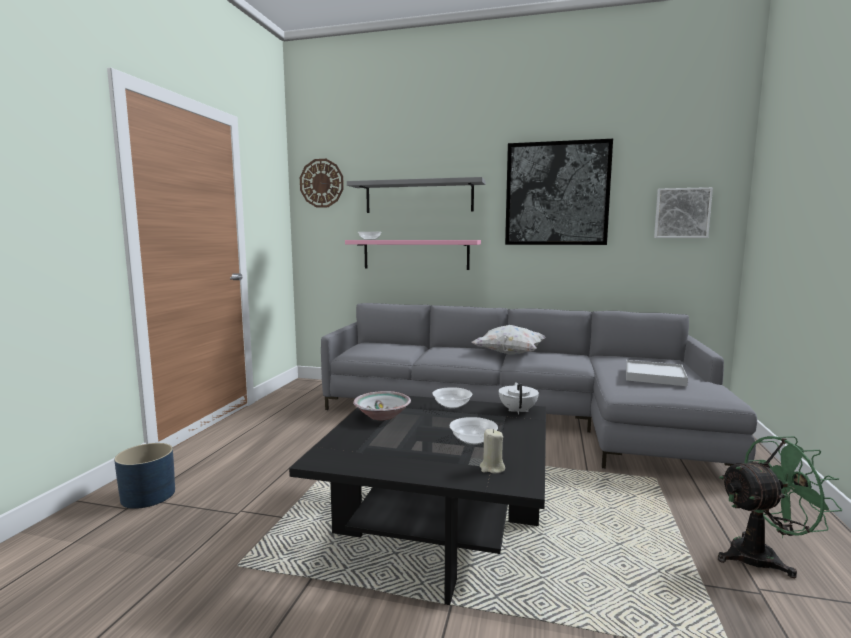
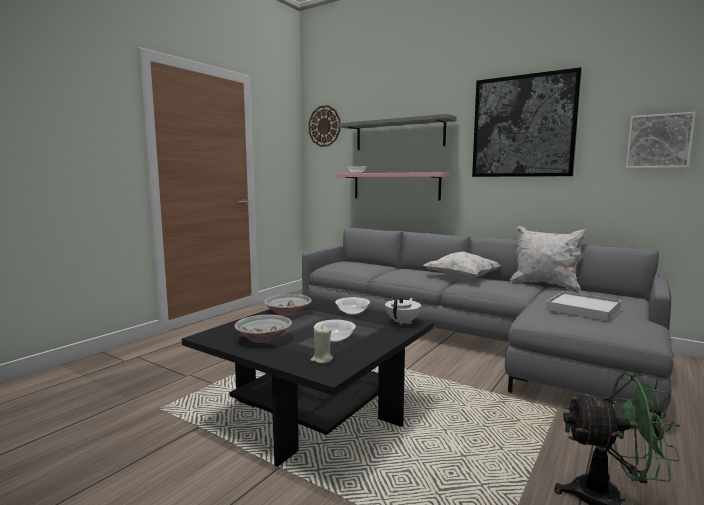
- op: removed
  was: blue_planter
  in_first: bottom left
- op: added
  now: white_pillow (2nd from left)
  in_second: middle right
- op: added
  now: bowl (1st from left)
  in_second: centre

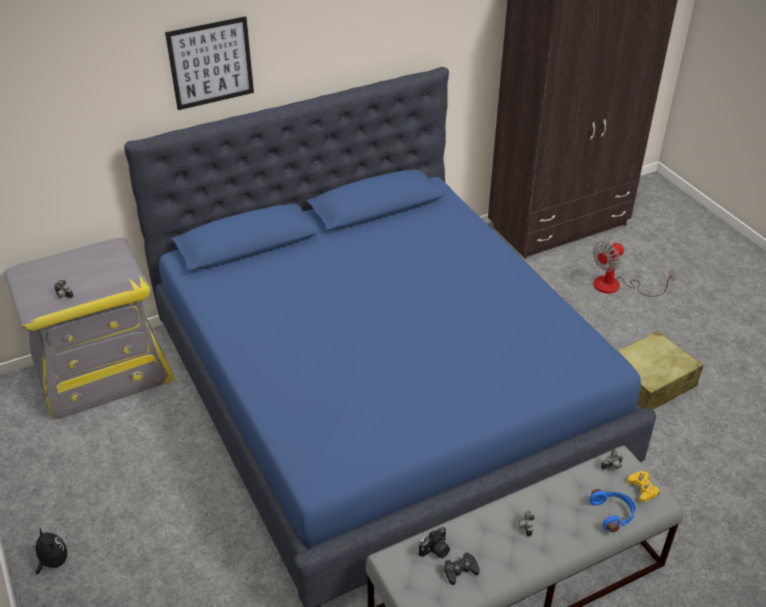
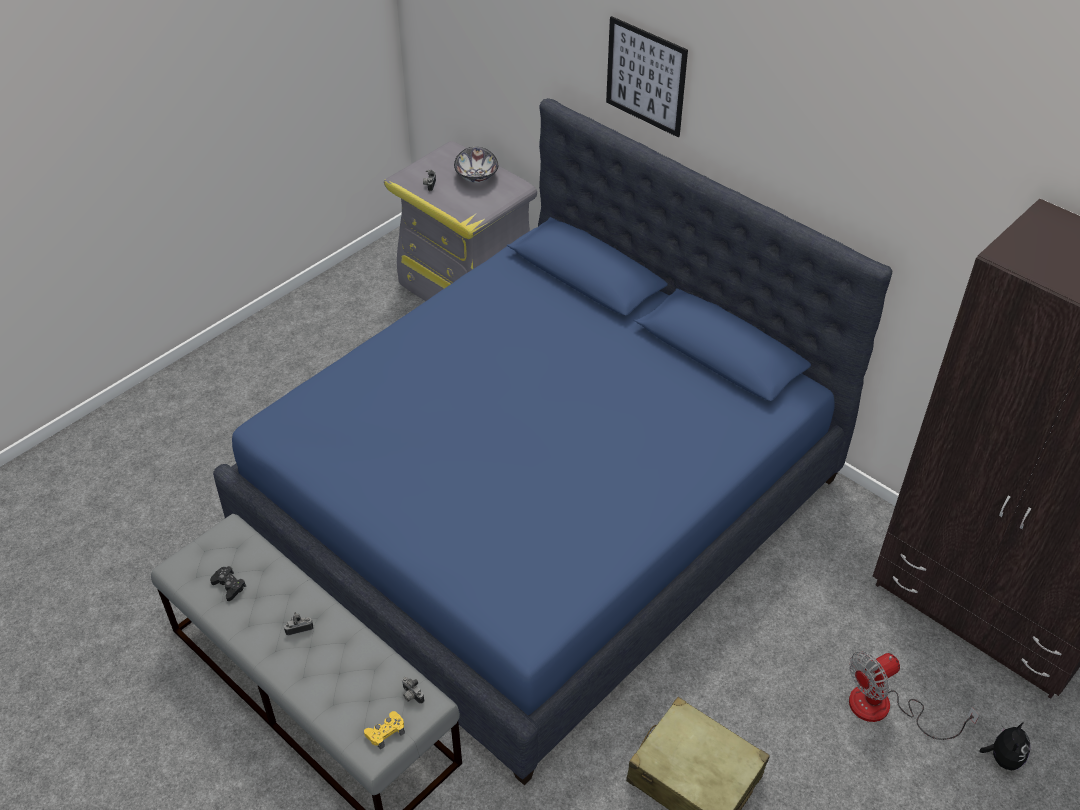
- op: turned
  was: fan
  in_first: middle right
  in_second: bottom right
  clockwise: -60
- op: removed
  was: blue_headphones
  in_first: bottom right
- op: removed
  was: photo_camera (2nd from left)
  in_first: bottom centre
- op: moved
  was: plush_toy
  in_first: bottom left
  in_second: bottom right
- op: added
  now: bowl
  in_second: top centre

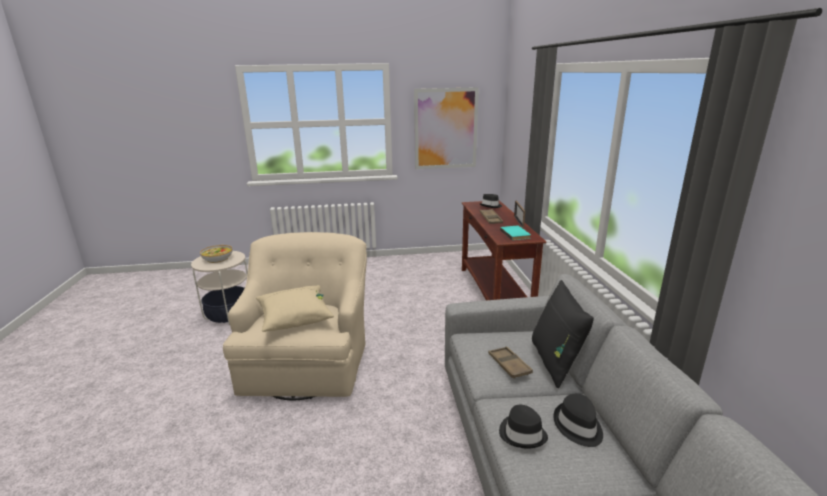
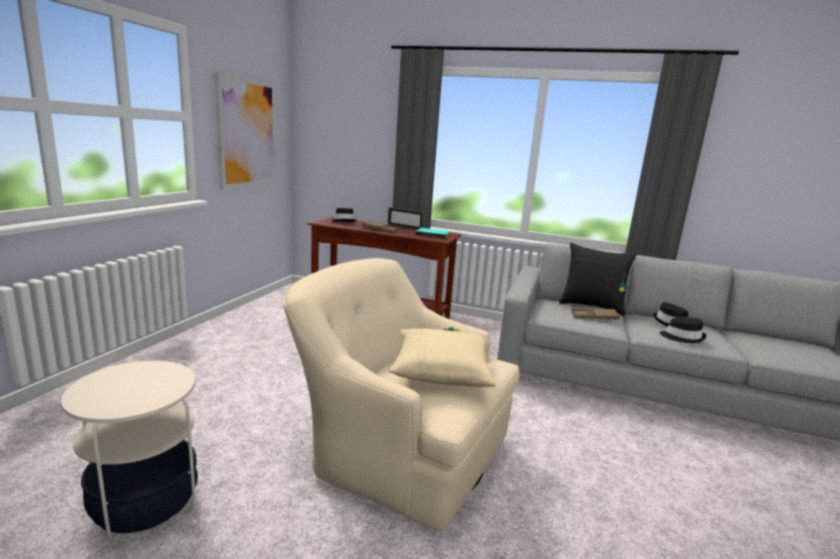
- op: removed
  was: bowl
  in_first: middle left

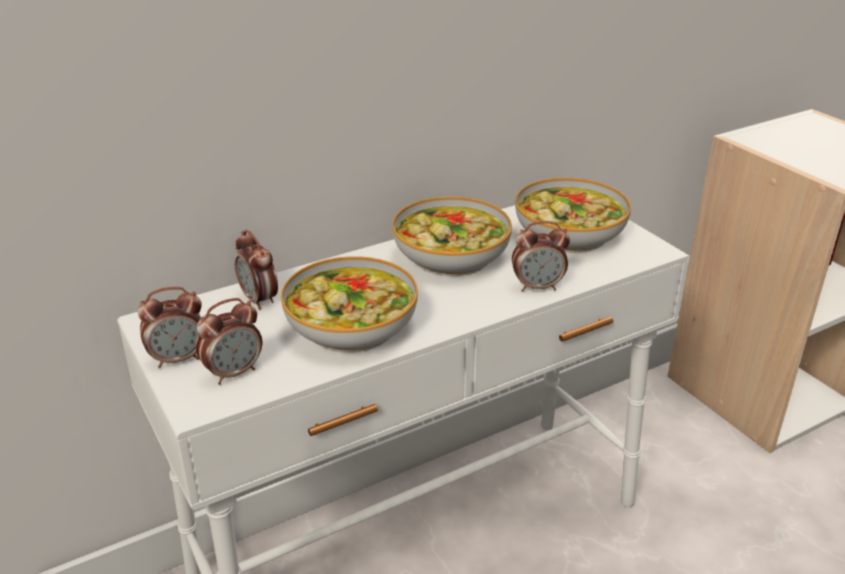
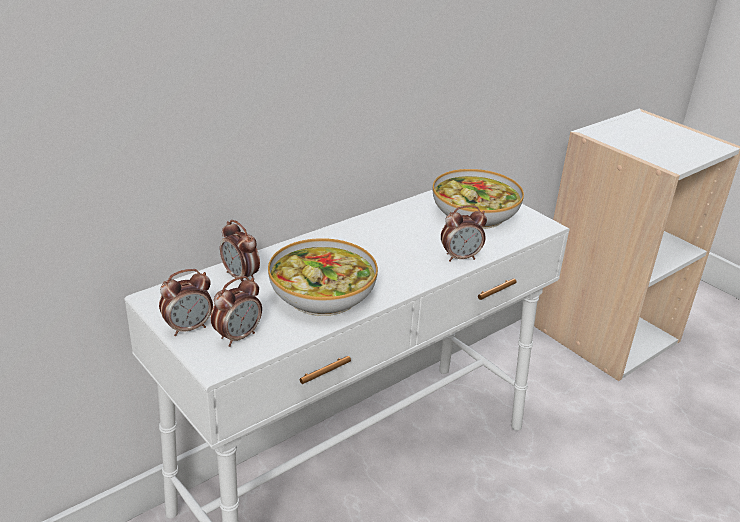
- op: removed
  was: bowl (2nd from left)
  in_first: centre

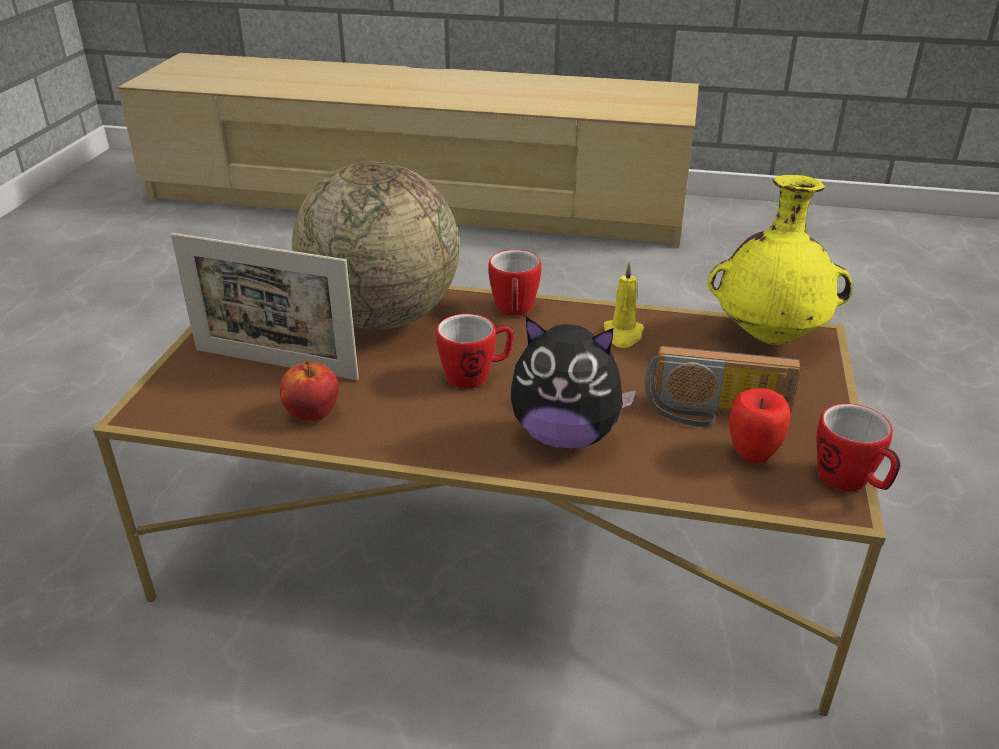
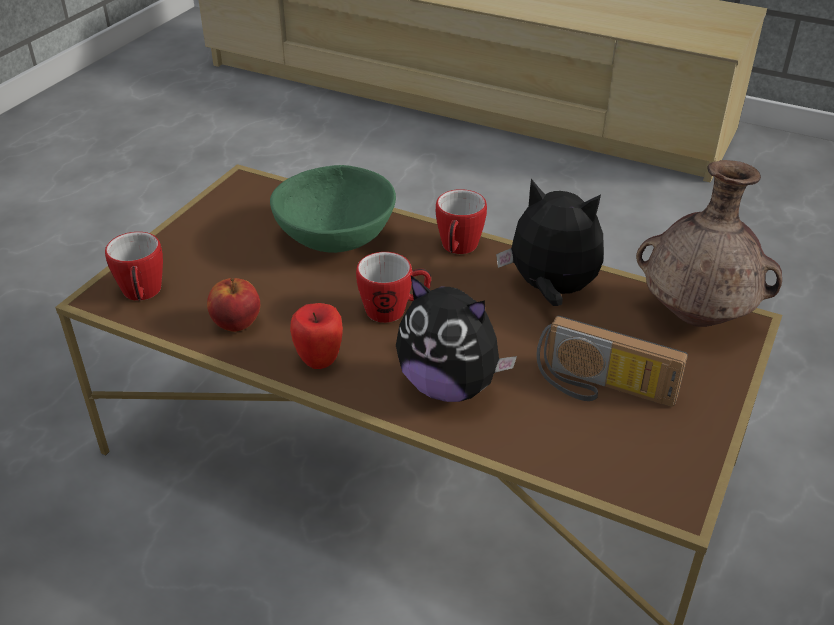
- op: replaced
  was: globe
  now: green_bowl
  in_first: top centre
  in_second: centre
- op: recoloured
  was: yellow_vase
  now: brown_vase
  in_first: middle right
  in_second: middle right
- op: removed
  was: picture_frame
  in_first: middle left
- op: replaced
  was: yellow_candle
  now: plush_toy (2nd from left)
  in_first: centre
  in_second: centre
- op: moved
  was: apple (2nd from left)
  in_first: middle right
  in_second: centre
- op: moved
  was: mug (3rd from left in the first image)
  now: mug (1st from left)
  in_first: middle right
  in_second: middle left

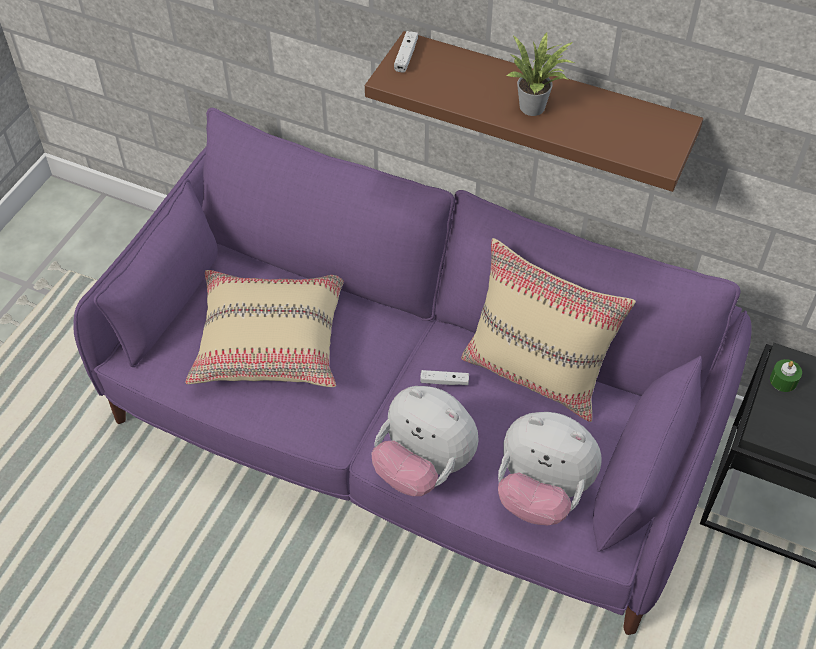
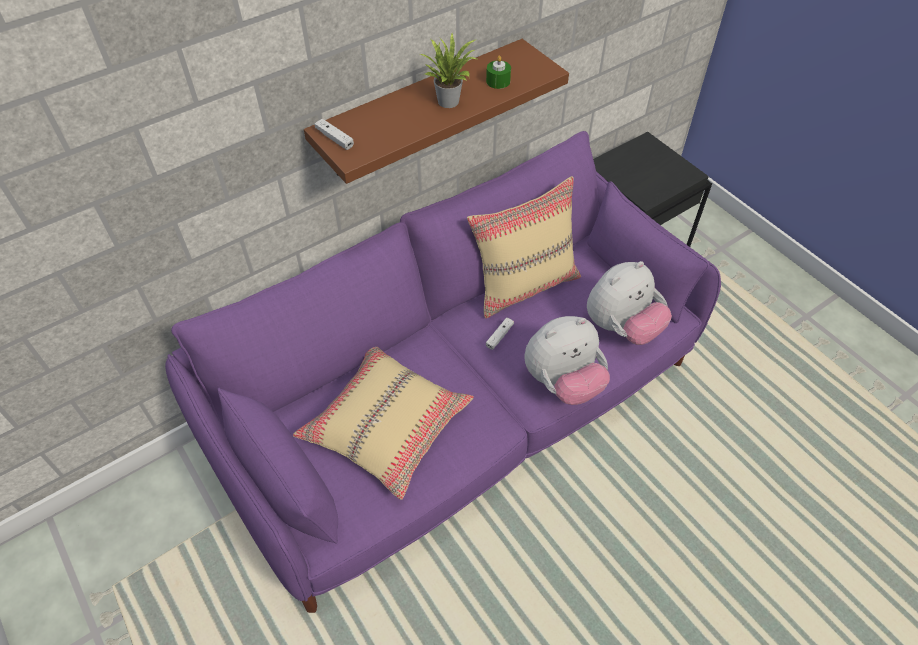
- op: moved
  was: green_candle
  in_first: middle right
  in_second: top centre

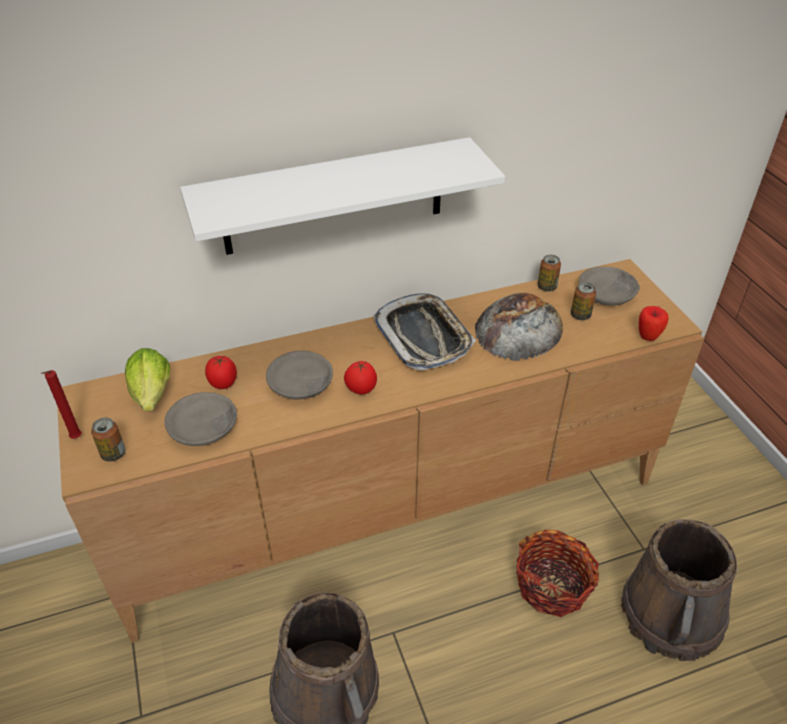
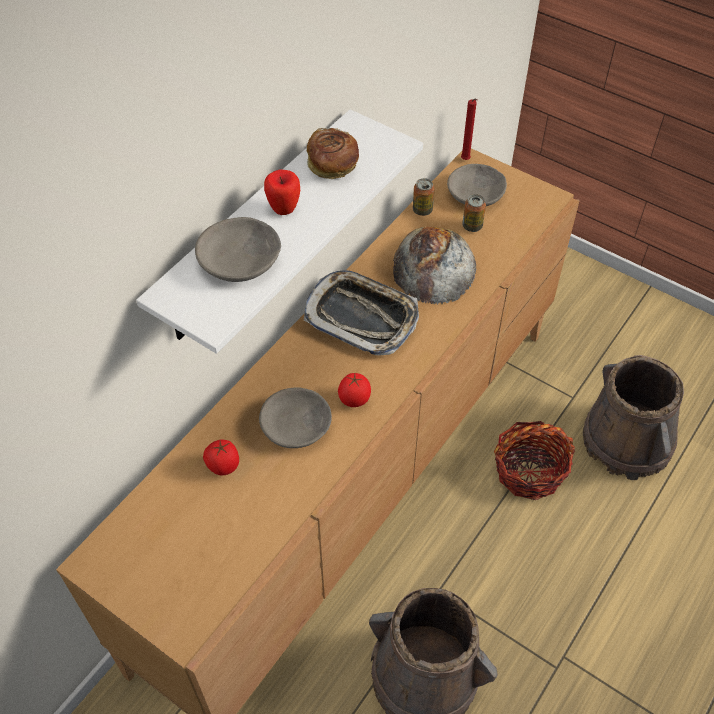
- op: moved
  was: apple
  in_first: middle right
  in_second: top centre
- op: removed
  was: lettuce
  in_first: middle left
- op: moved
  was: red_candle
  in_first: middle left
  in_second: top centre
- op: moved
  was: grey_bowl (1st from left)
  in_first: middle left
  in_second: centre
- op: removed
  was: can (1st from left)
  in_first: middle left
- op: added
  now: bread (1st from left)
  in_second: top centre

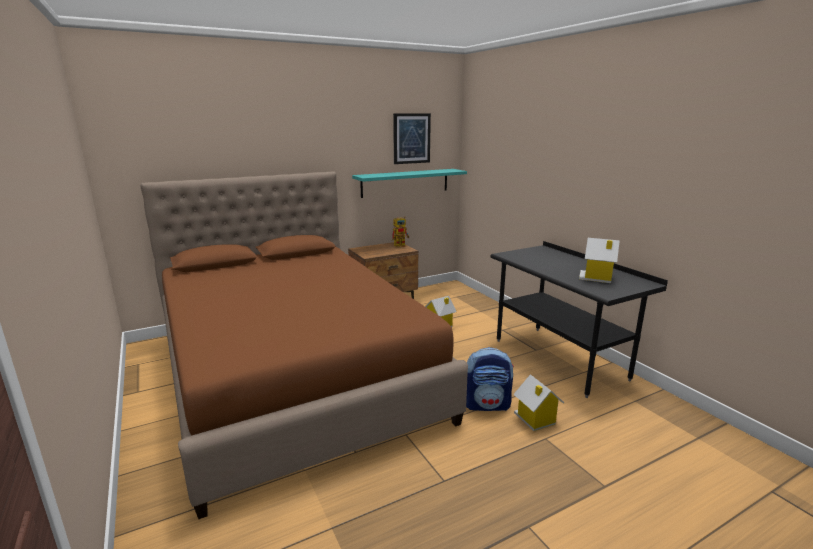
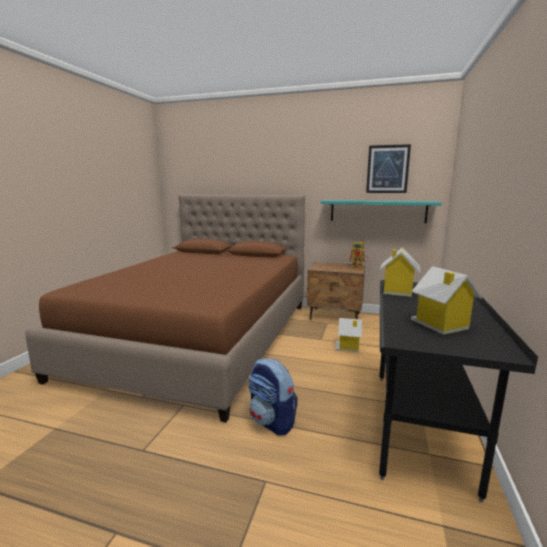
- op: moved
  was: toy_house (2nd from left)
  in_first: bottom centre
  in_second: middle right

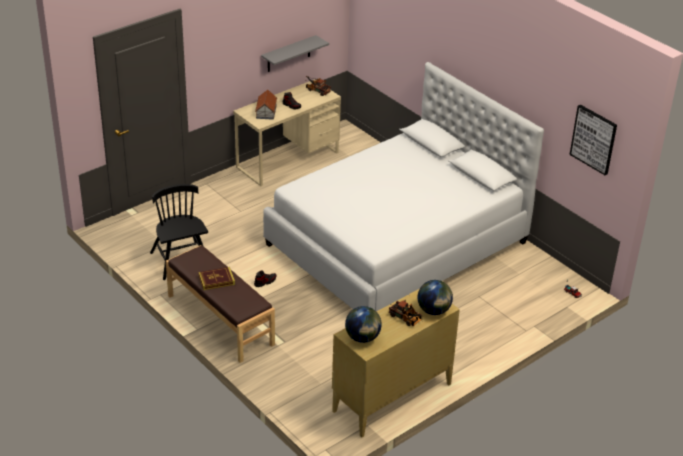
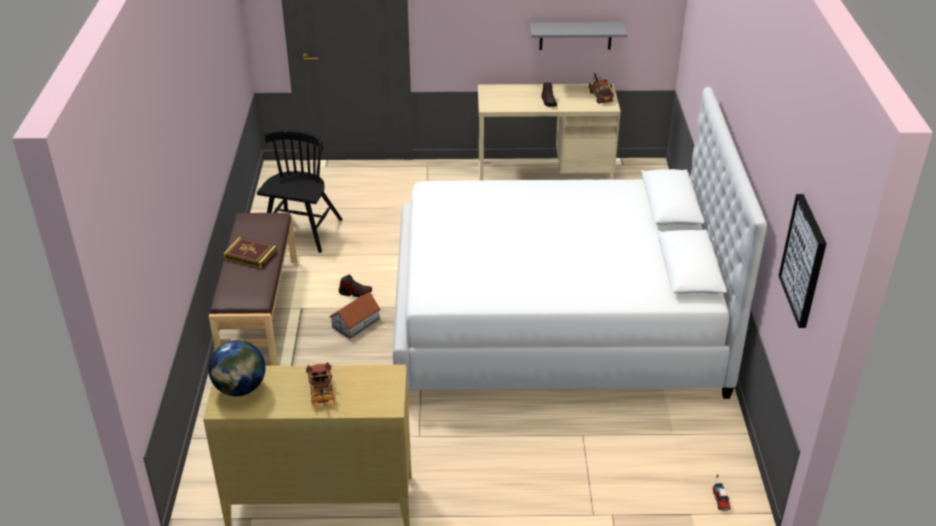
- op: moved
  was: toy_house
  in_first: top centre
  in_second: centre
- op: removed
  was: globe (2nd from left)
  in_first: centre

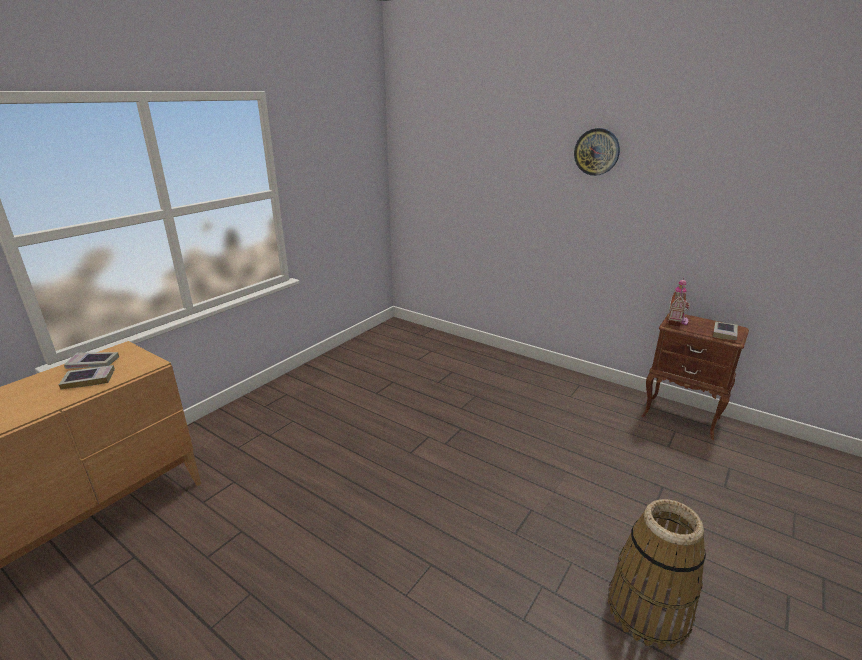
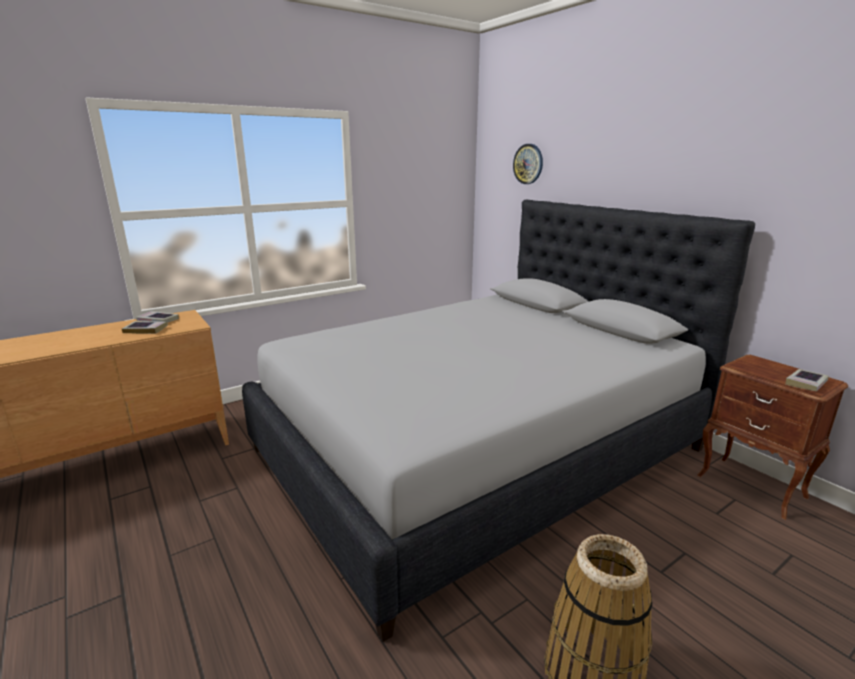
- op: moved
  was: wall_clock
  in_first: top right
  in_second: top centre
- op: removed
  was: toy_house
  in_first: middle right
- op: added
  now: grey_bed
  in_second: centre

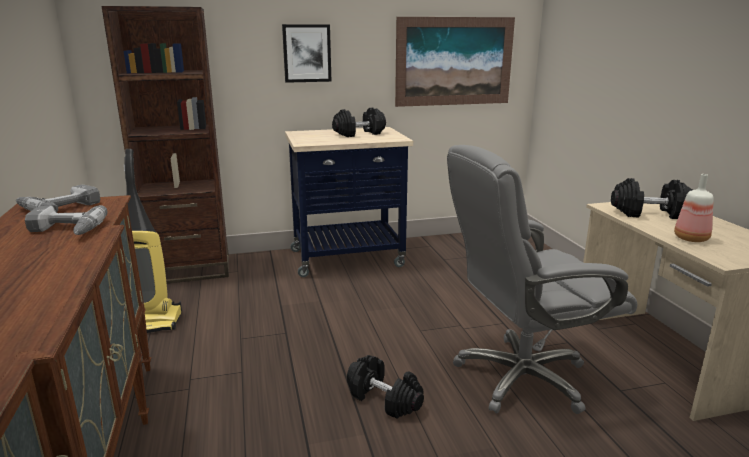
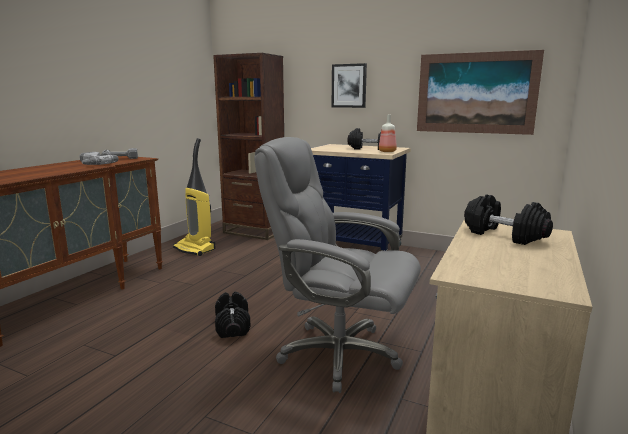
- op: moved
  was: bottle
  in_first: middle right
  in_second: top centre

